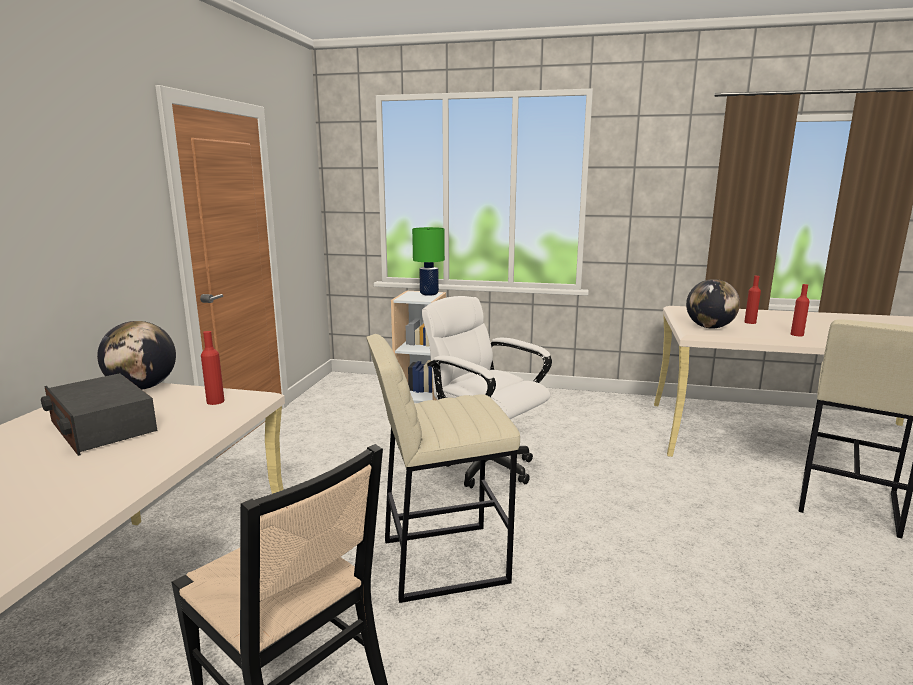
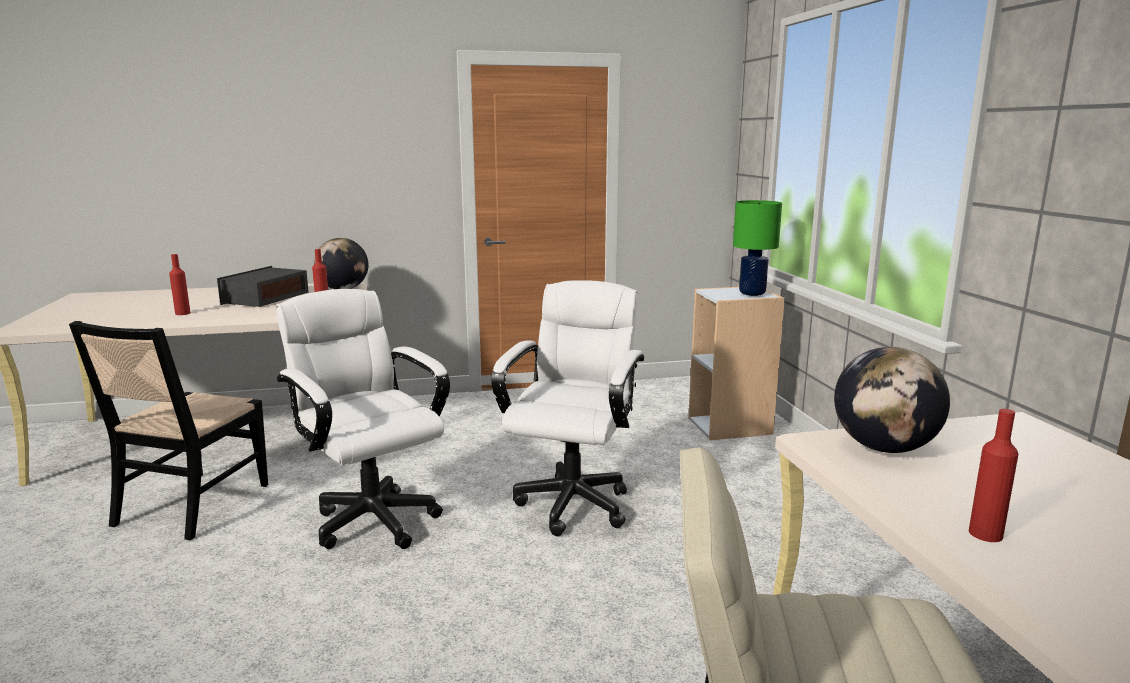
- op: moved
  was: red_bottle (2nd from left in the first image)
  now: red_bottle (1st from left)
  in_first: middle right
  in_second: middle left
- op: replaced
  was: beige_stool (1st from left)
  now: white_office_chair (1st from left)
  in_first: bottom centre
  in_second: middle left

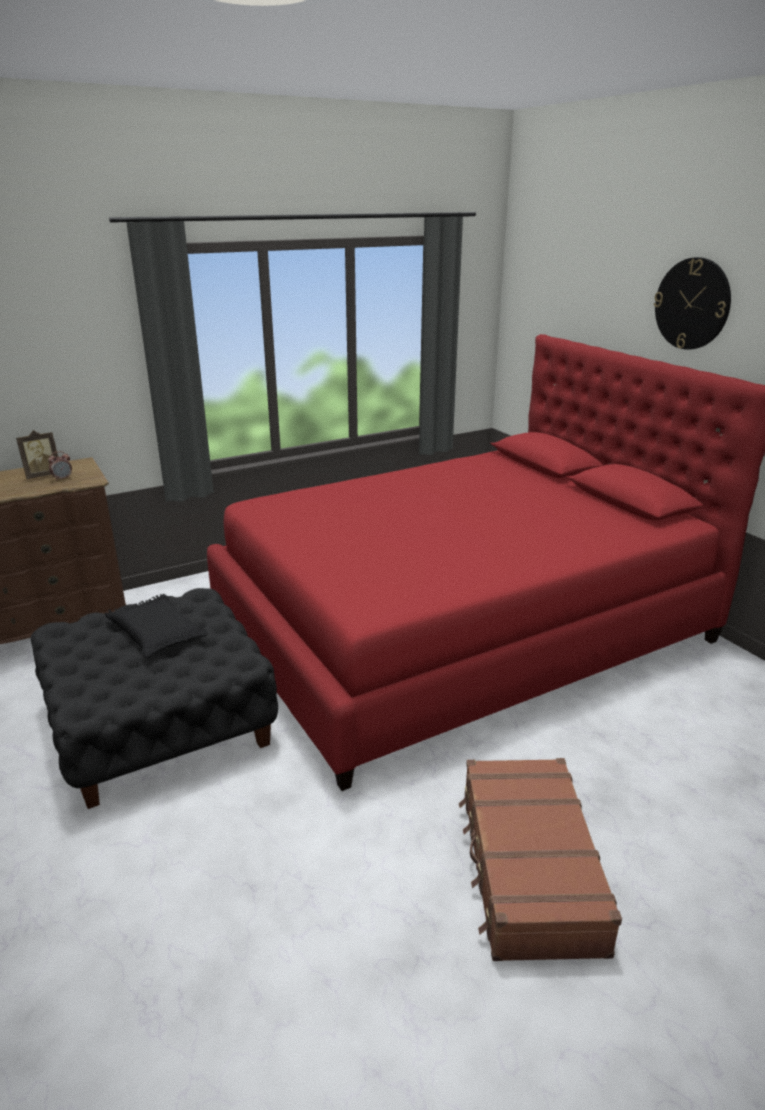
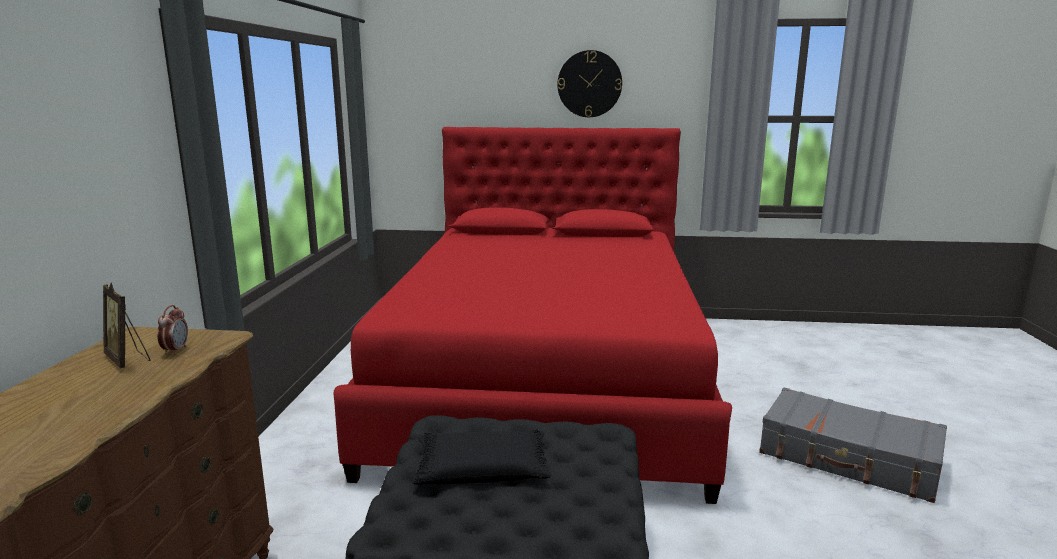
- op: turned
  was: picture_frame
  in_first: middle left
  in_second: middle left
  clockwise: 135
- op: recoloured
  was: brown_suitcase
  now: grey_suitcase
  in_first: bottom right
  in_second: bottom right

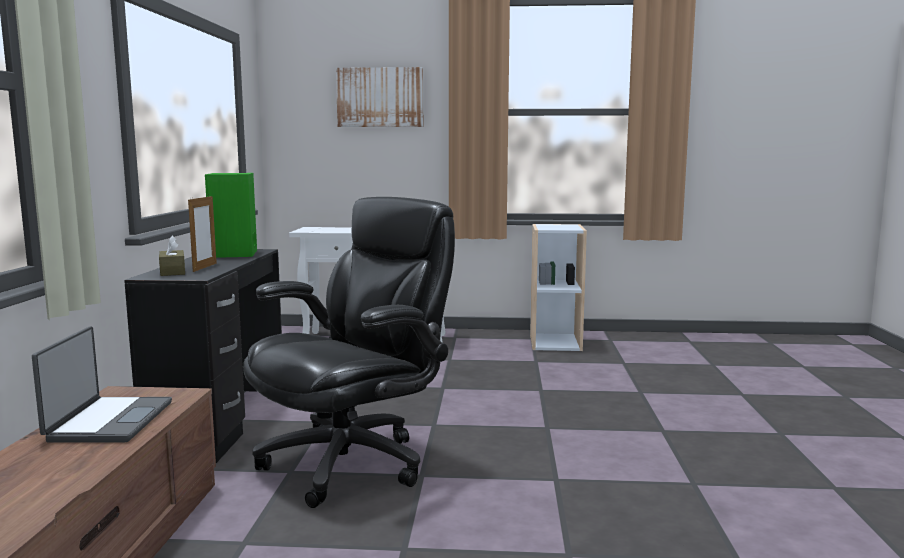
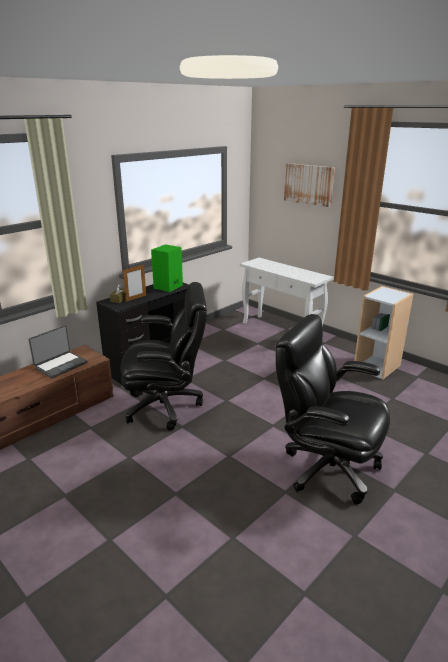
- op: added
  now: black_office_chair (2nd from left)
  in_second: middle right

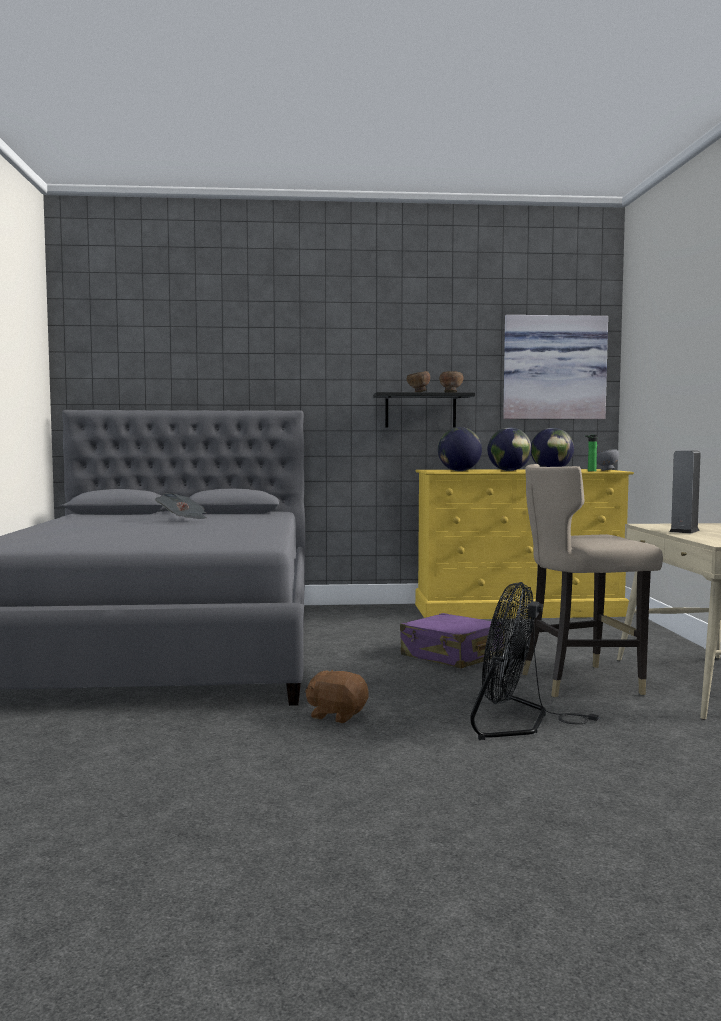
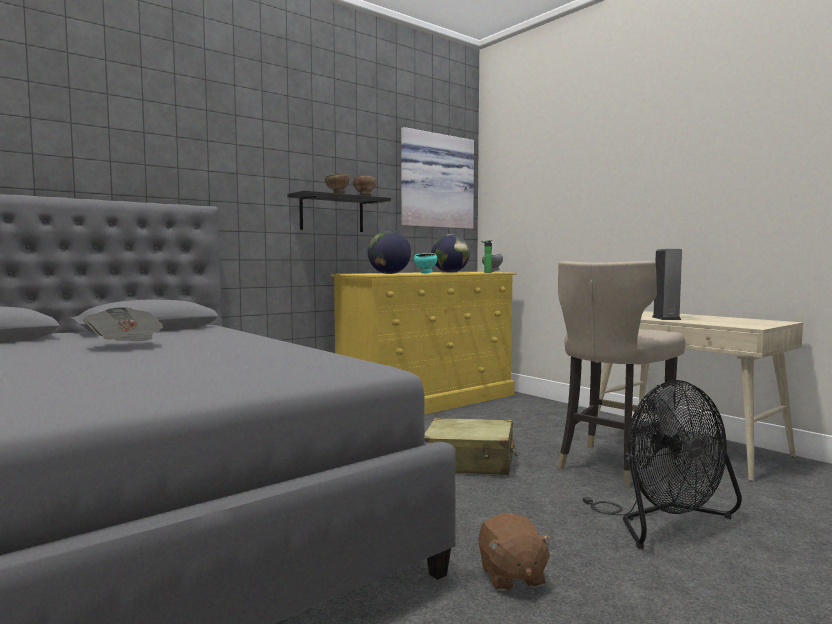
- op: replaced
  was: globe (2nd from left)
  now: turquoise_bowl
  in_first: middle right
  in_second: centre
- op: turned
  was: black_fan
  in_first: middle right
  in_second: bottom right
  clockwise: -105
- op: recoloured
  was: purple_suitcase
  now: beige_suitcase
  in_first: centre
  in_second: bottom centre
- op: turned
  was: brown_plush_toy
  in_first: bottom centre
  in_second: bottom centre
  clockwise: -90

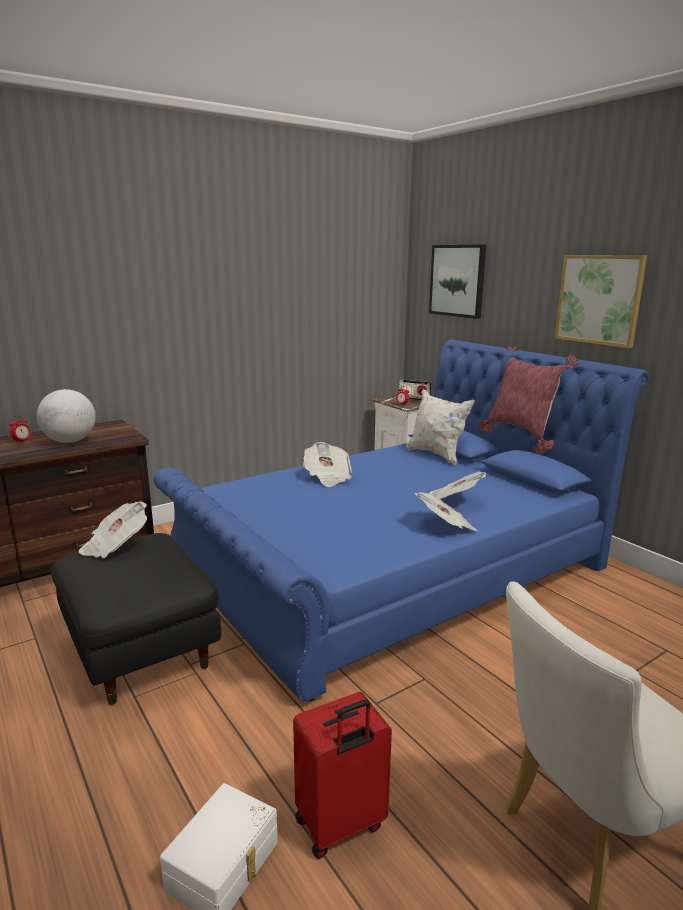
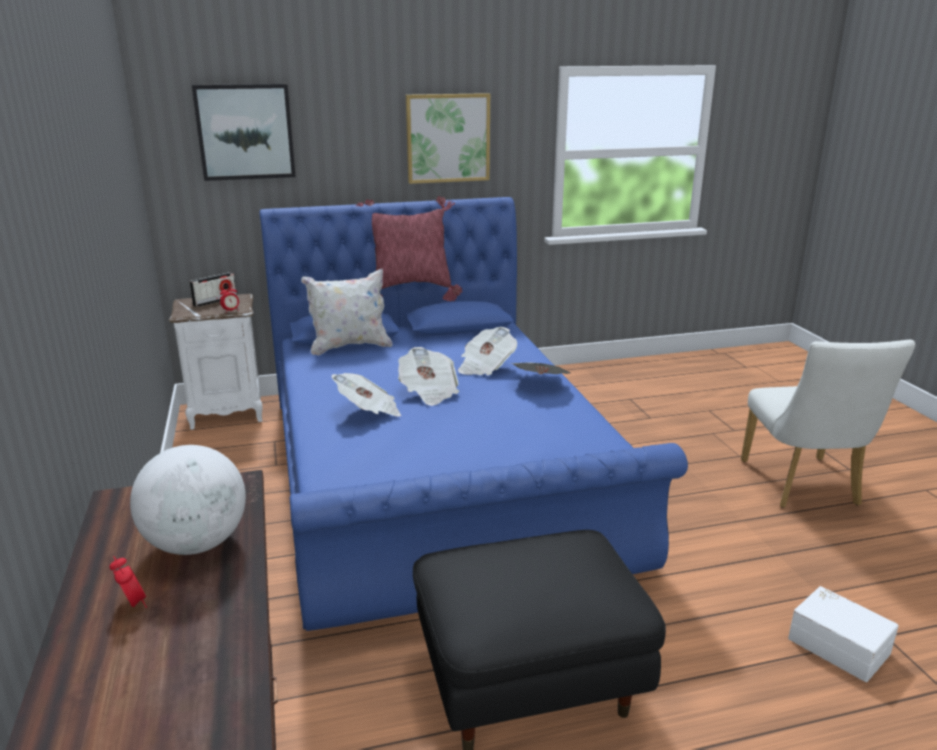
- op: moved
  was: newspaper (1st from left in the first image)
  now: newspaper (2nd from left)
  in_first: middle left
  in_second: centre
- op: removed
  was: red_suitcase
  in_first: bottom centre

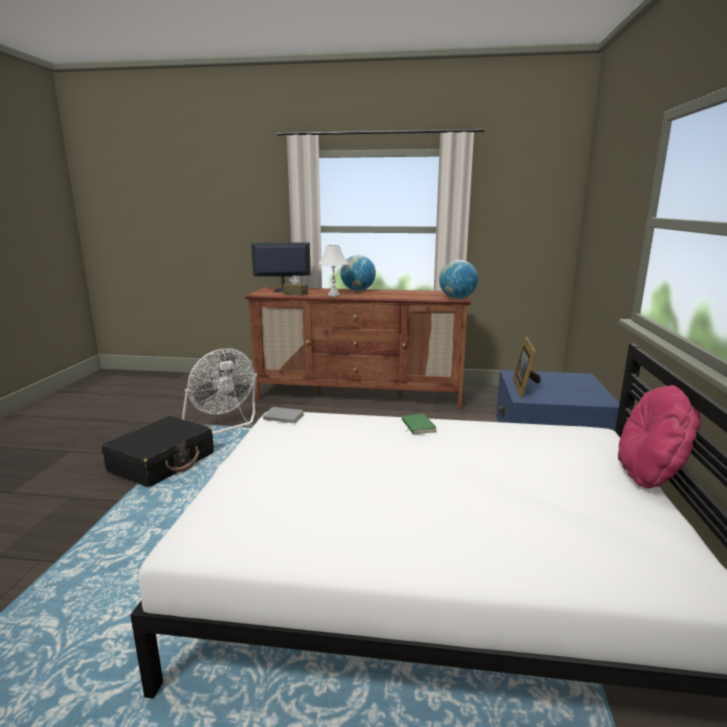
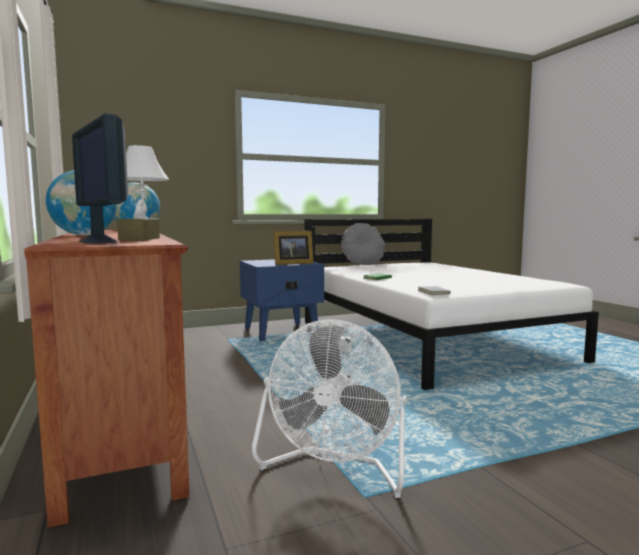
- op: recoloured
  was: pink_pillow
  now: grey_pillow
  in_first: middle right
  in_second: centre
- op: removed
  was: black_suitcase
  in_first: middle left

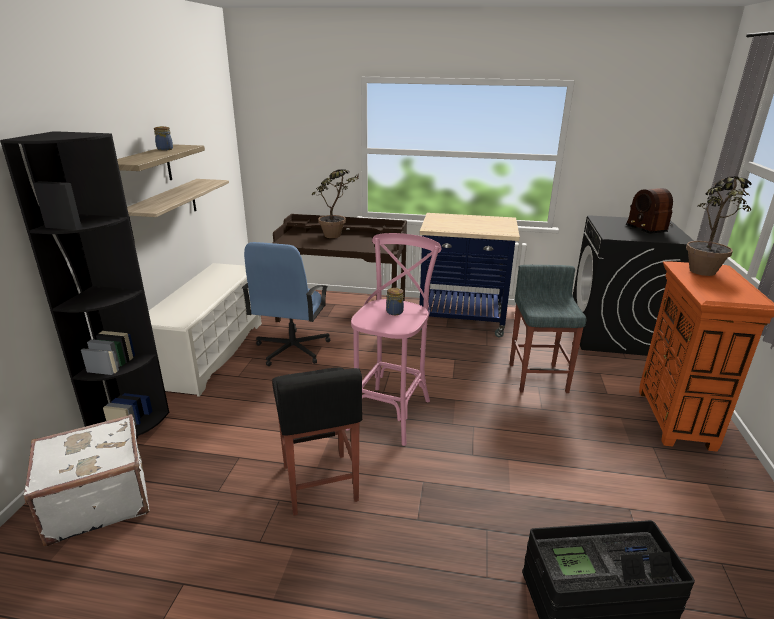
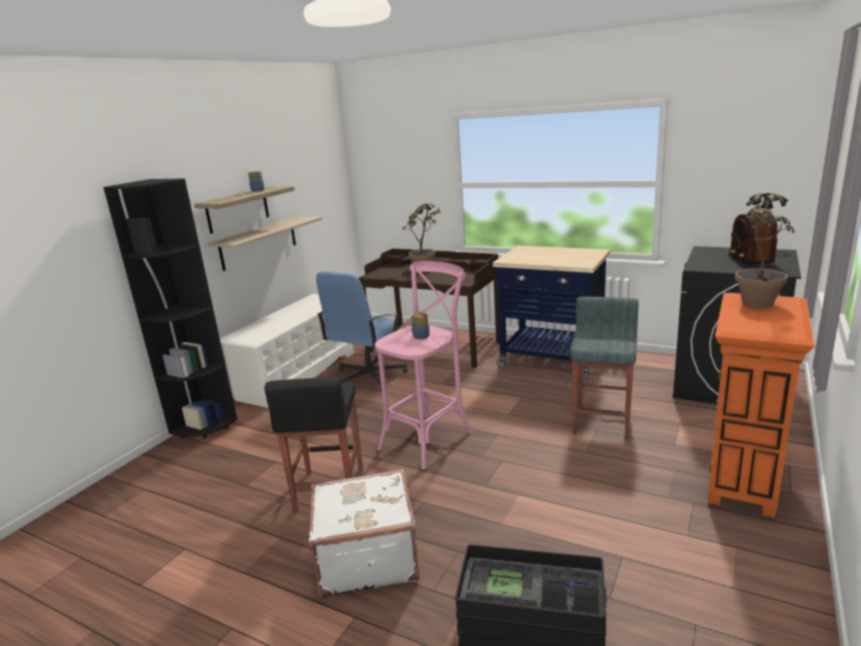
- op: moved
  was: white_suitcase
  in_first: bottom left
  in_second: bottom centre

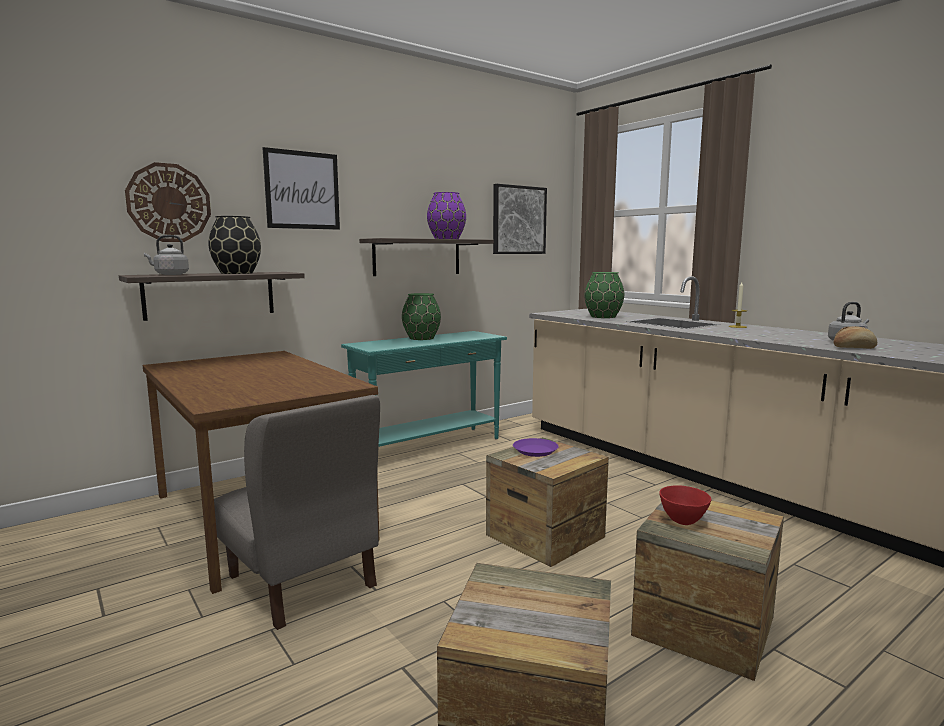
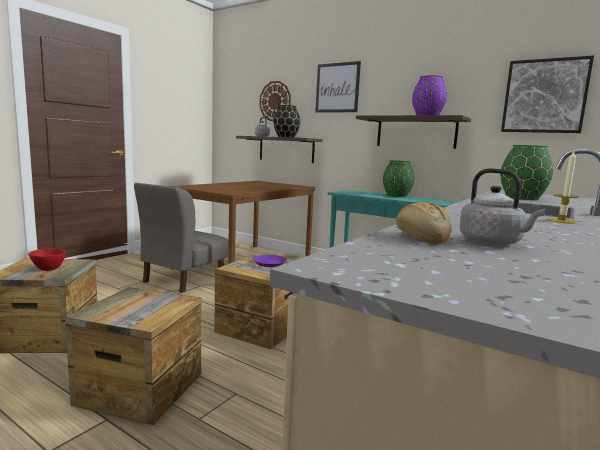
- op: moved
  was: red_bowl
  in_first: bottom right
  in_second: middle left

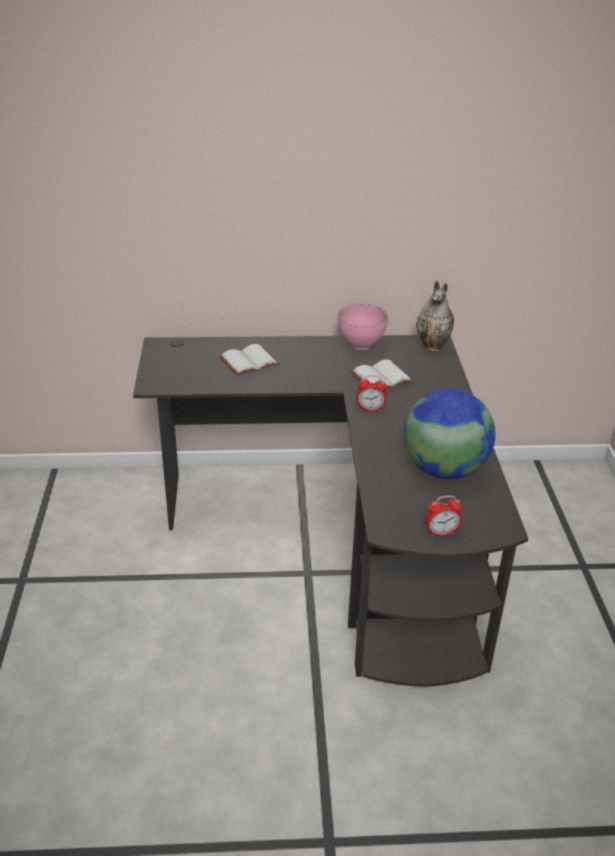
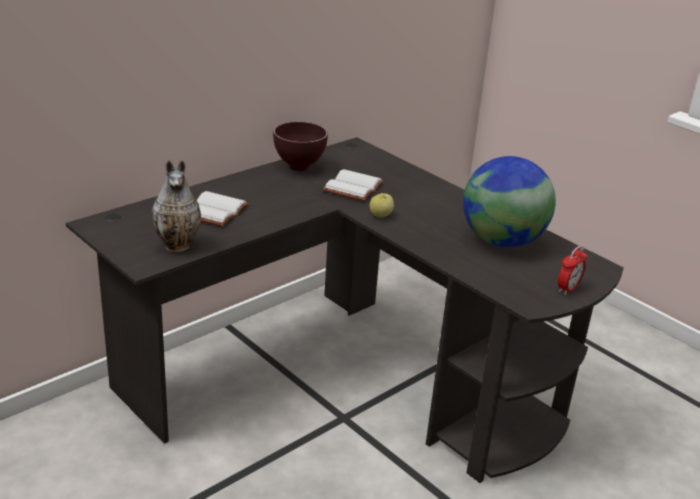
- op: moved
  was: vase
  in_first: middle right
  in_second: middle left
- op: recoloured
  was: pink_bowl
  now: brown_bowl
  in_first: centre
  in_second: top centre
- op: replaced
  was: alarm_clock (1st from left)
  now: apple
  in_first: centre
  in_second: centre

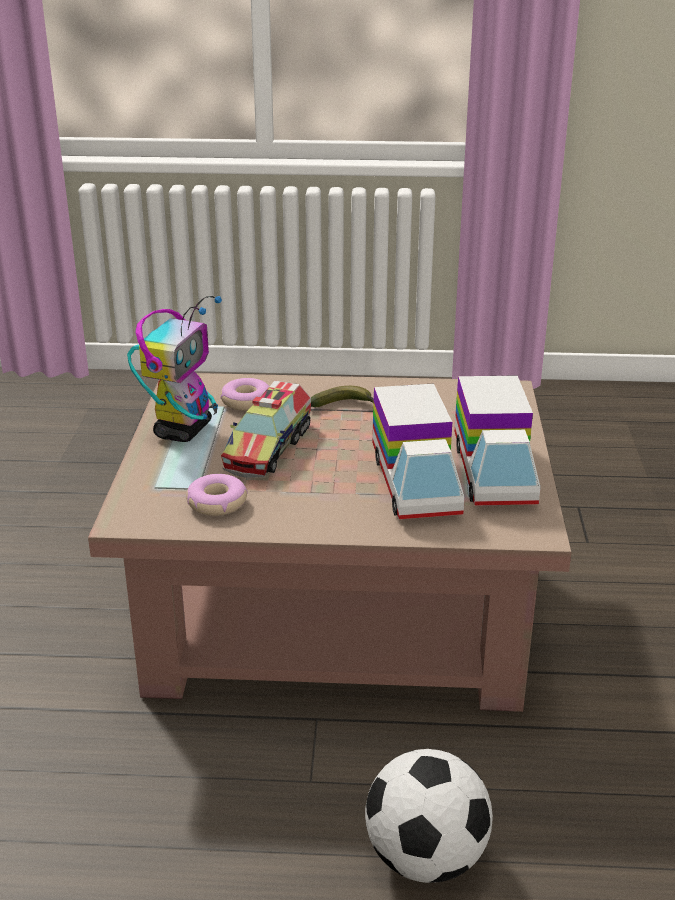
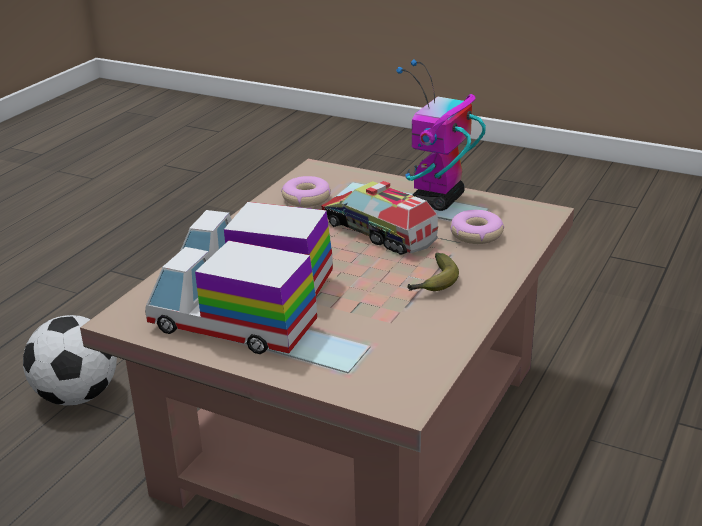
- op: turned
  was: toy_robot
  in_first: middle left
  in_second: top centre
  clockwise: 75

